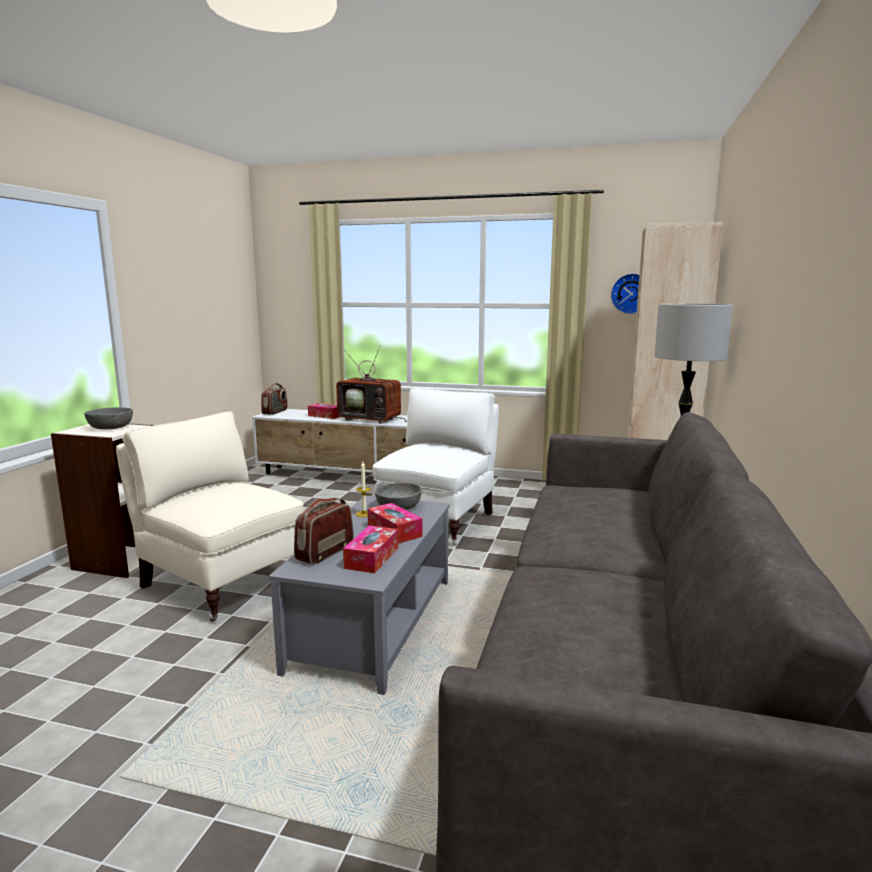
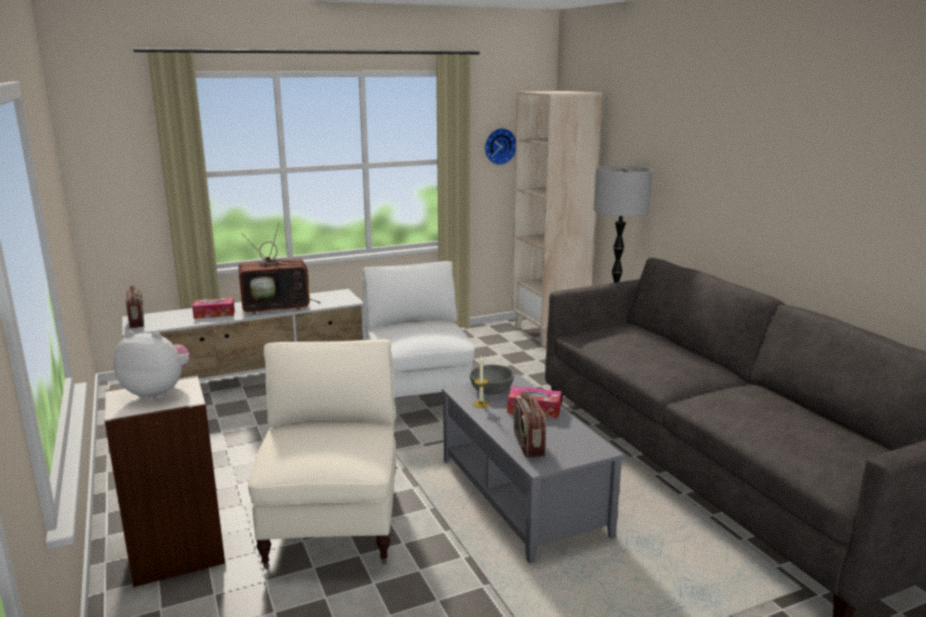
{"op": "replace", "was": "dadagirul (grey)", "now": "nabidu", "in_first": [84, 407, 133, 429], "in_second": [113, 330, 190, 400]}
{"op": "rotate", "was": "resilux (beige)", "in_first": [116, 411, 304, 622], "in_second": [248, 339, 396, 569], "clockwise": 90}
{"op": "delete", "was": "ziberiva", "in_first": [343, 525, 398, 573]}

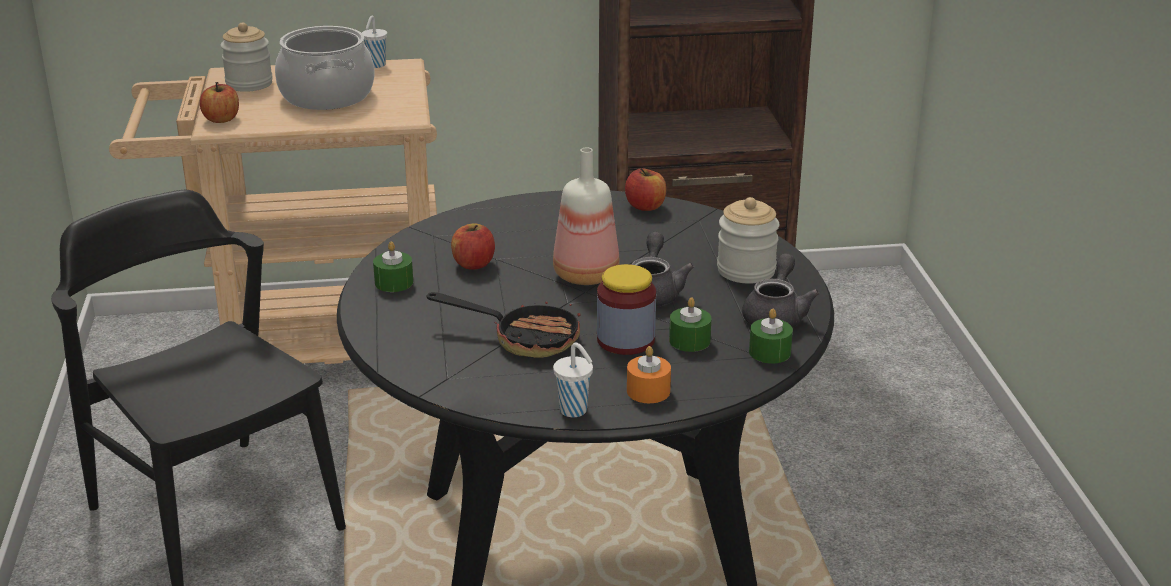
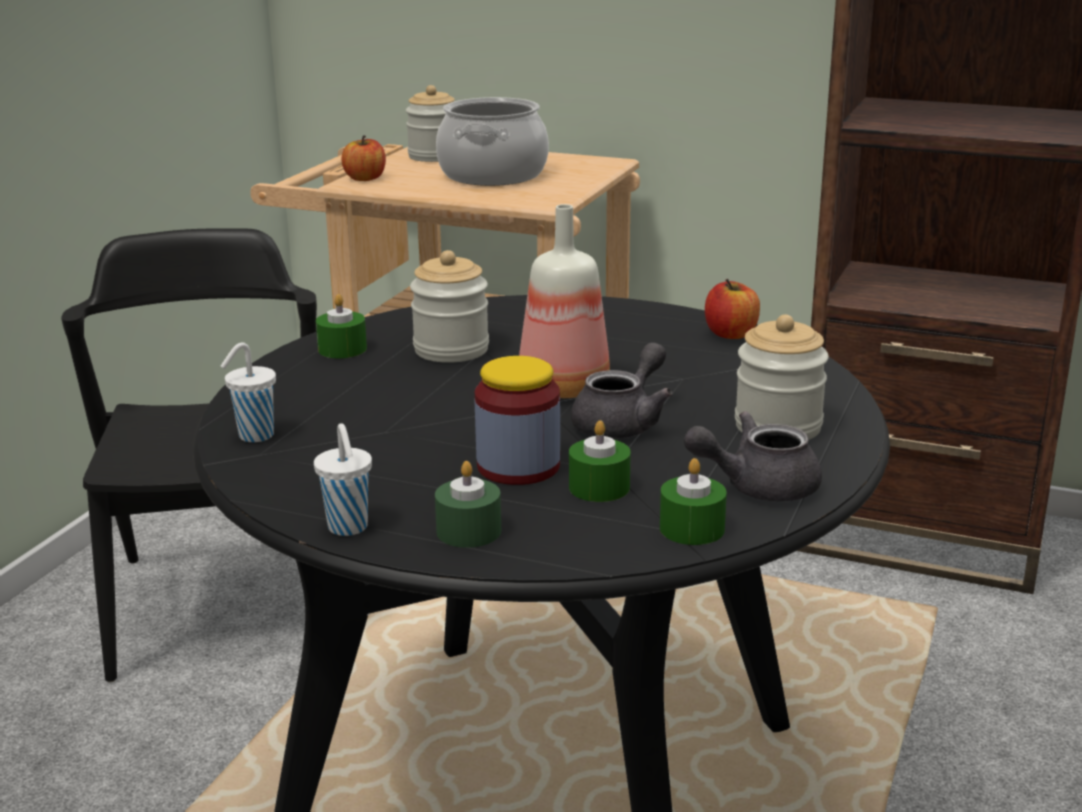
{"op": "move", "was": "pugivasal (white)", "in_first": [362, 16, 387, 68], "in_second": [221, 342, 276, 442]}
{"op": "delete", "was": "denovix", "in_first": [427, 292, 580, 358]}
{"op": "replace", "was": "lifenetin", "now": "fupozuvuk", "in_first": [451, 223, 495, 270], "in_second": [410, 250, 489, 363]}
{"op": "recolor", "was": "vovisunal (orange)", "now": "vovisunal (green)", "in_first": [627, 346, 671, 403], "in_second": [435, 461, 501, 548]}
{"op": "rotate", "was": "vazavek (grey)", "in_first": [742, 253, 820, 327], "in_second": [684, 411, 822, 502], "clockwise": -150}

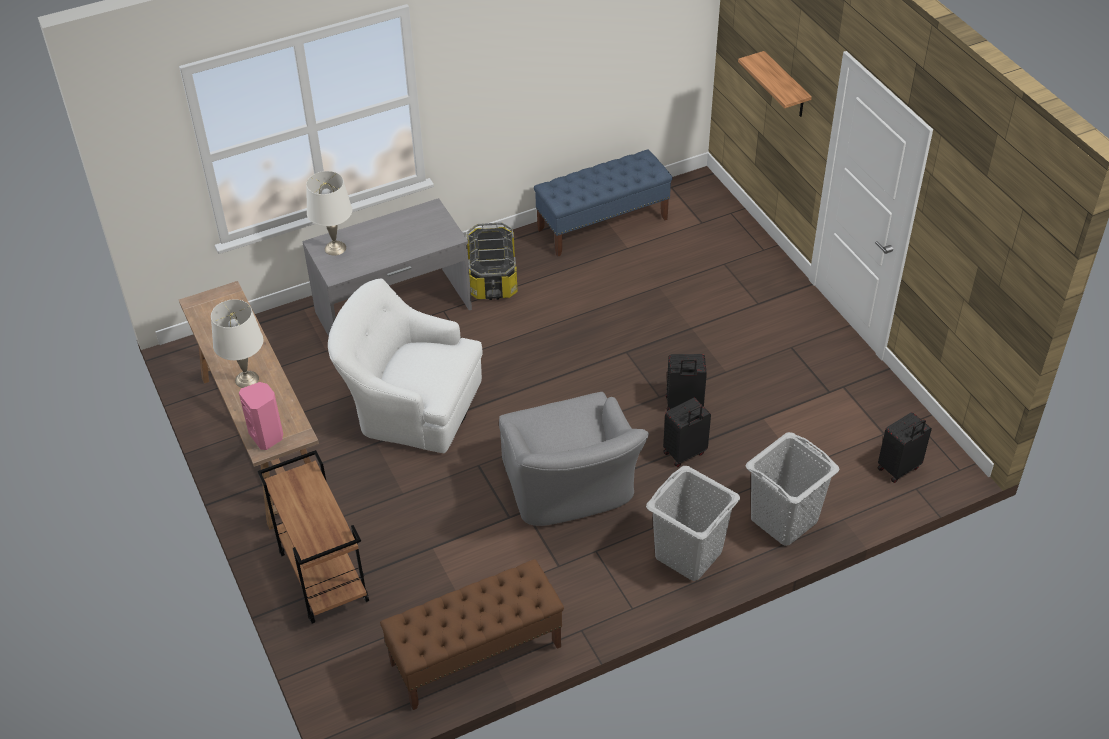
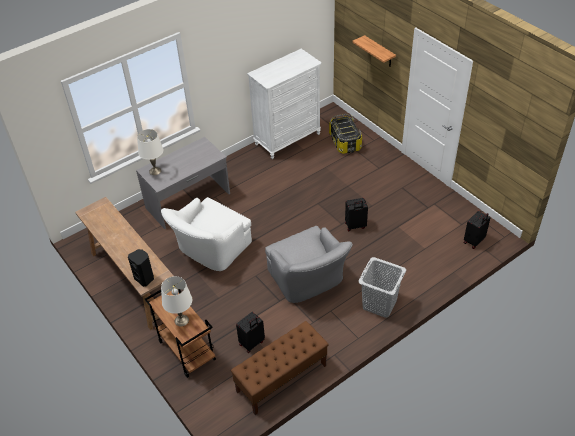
{"op": "move", "was": "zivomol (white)", "in_first": [211, 299, 263, 388], "in_second": [161, 276, 192, 326]}
{"op": "recolor", "was": "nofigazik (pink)", "now": "nofigazik (black)", "in_first": [239, 382, 283, 450], "in_second": [128, 249, 154, 287]}
{"op": "rotate", "was": "resilux (white)", "in_first": [328, 278, 482, 453], "in_second": [161, 197, 252, 271], "clockwise": -60}
{"op": "move", "was": "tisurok", "in_first": [467, 223, 517, 300], "in_second": [329, 114, 362, 154]}
{"op": "replace", "was": "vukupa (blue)", "now": "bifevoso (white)", "in_first": [534, 149, 673, 257], "in_second": [247, 49, 321, 159]}
{"op": "move", "was": "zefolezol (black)", "in_first": [663, 398, 711, 467], "in_second": [236, 312, 265, 353]}
{"op": "delete", "was": "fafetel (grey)", "in_first": [746, 432, 839, 546]}

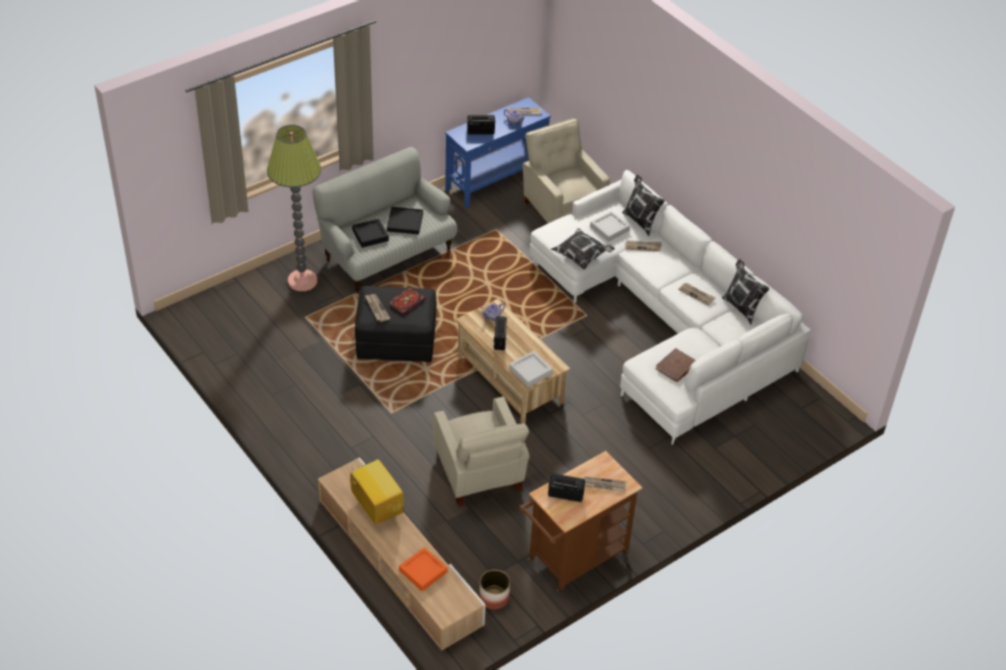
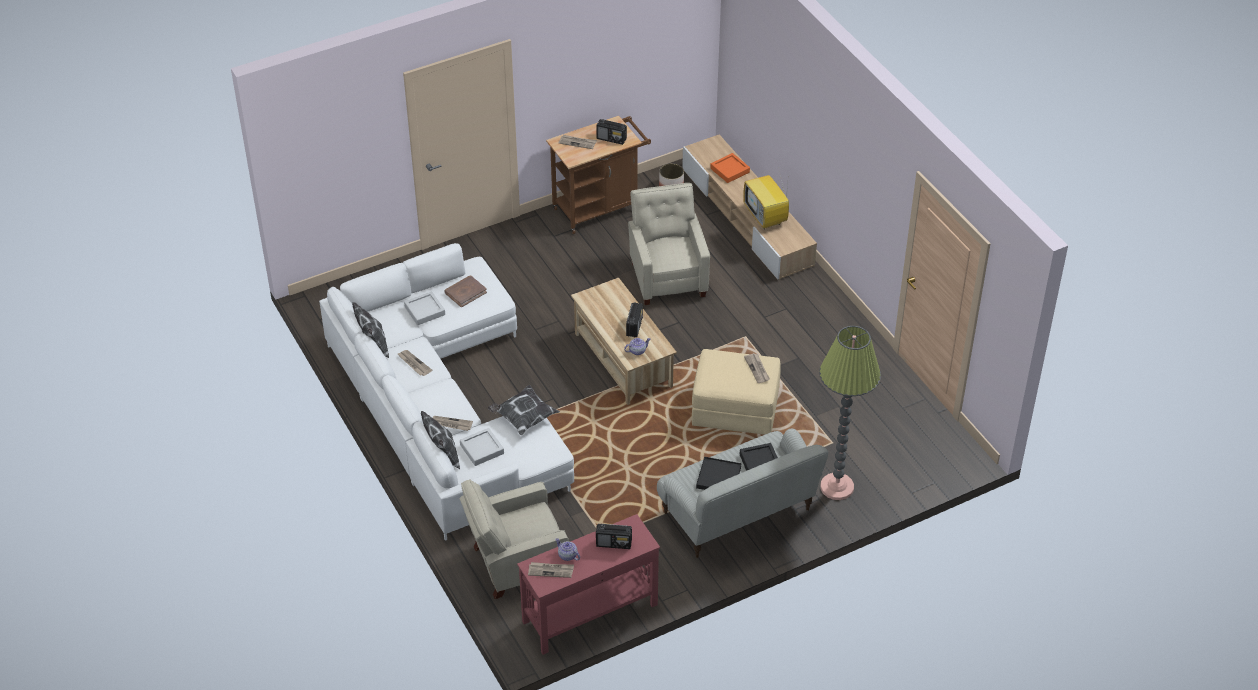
{"op": "recolor", "was": "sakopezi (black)", "now": "sakopezi (beige)", "in_first": [355, 286, 436, 362], "in_second": [692, 349, 781, 435]}
{"op": "delete", "was": "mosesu", "in_first": [389, 287, 426, 315]}
{"op": "recolor", "was": "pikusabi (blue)", "now": "pikusabi (red)", "in_first": [445, 97, 551, 208], "in_second": [517, 514, 660, 655]}
{"op": "move", "was": "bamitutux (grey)", "in_first": [509, 351, 553, 387], "in_second": [404, 291, 445, 325]}
{"op": "rotate", "was": "resilux (beige)", "in_first": [523, 118, 610, 223], "in_second": [460, 479, 569, 599], "clockwise": 90}

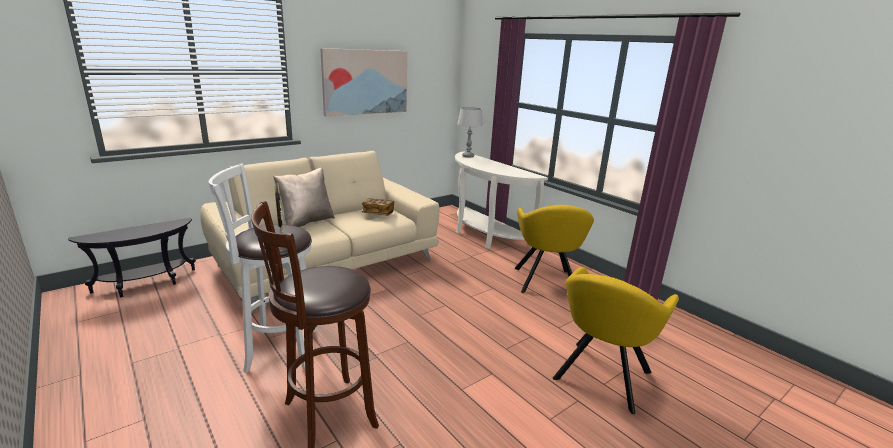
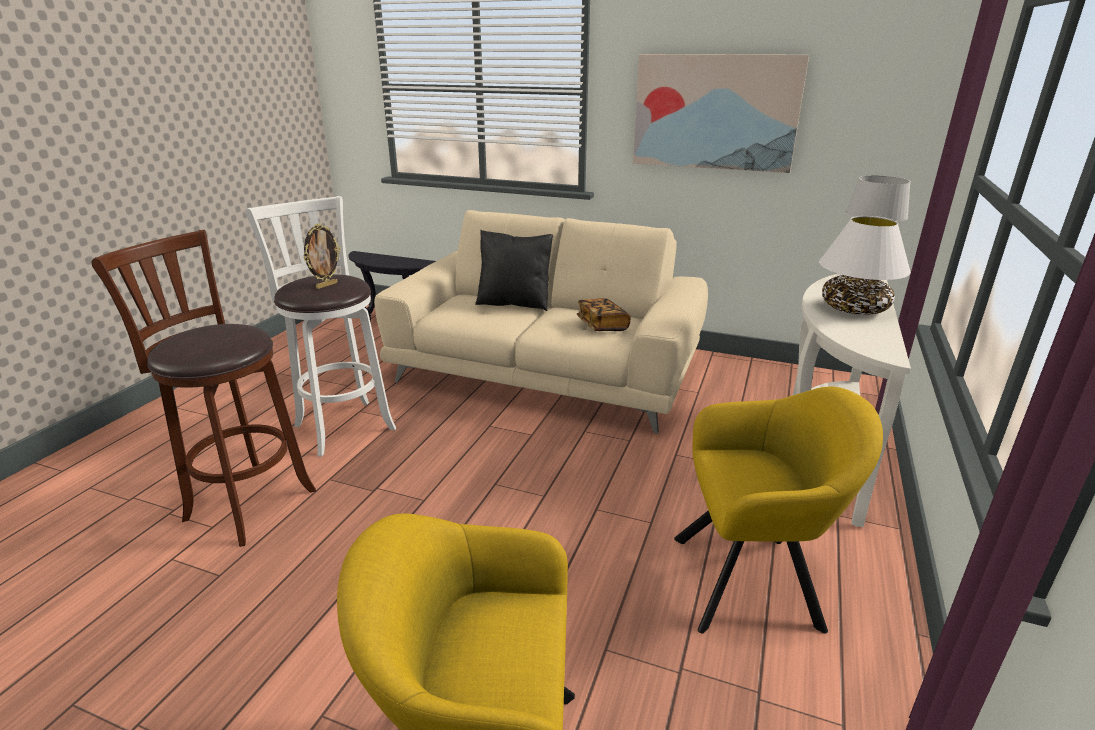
{"op": "recolor", "was": "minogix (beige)", "now": "minogix (black)", "in_first": [273, 168, 335, 227], "in_second": [475, 230, 553, 311]}
{"op": "rotate", "was": "resilux (yellow)", "in_first": [515, 205, 594, 293], "in_second": [674, 387, 883, 633], "clockwise": -150}
{"op": "insert", "now": "zivomol (white)", "in_second": [819, 216, 911, 315]}

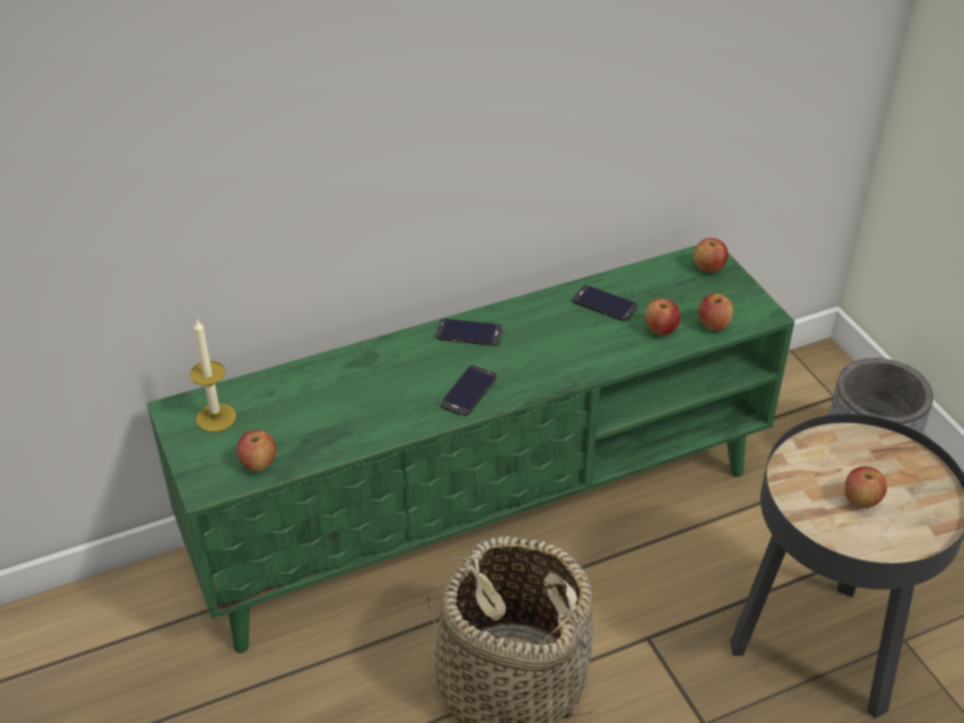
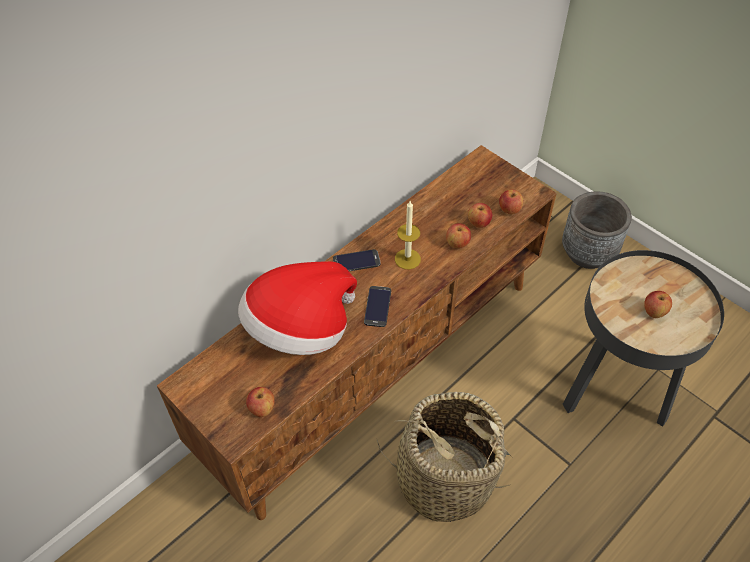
{"op": "recolor", "was": "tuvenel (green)", "now": "tuvenel (brown)", "in_first": [147, 245, 795, 653], "in_second": [157, 145, 557, 520]}
{"op": "move", "was": "vovisunal", "in_first": [190, 319, 236, 432], "in_second": [395, 201, 421, 269]}
{"op": "delete", "was": "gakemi", "in_first": [572, 285, 638, 321]}
{"op": "move", "was": "lifenetin", "in_first": [694, 238, 728, 273], "in_second": [446, 223, 471, 248]}
{"op": "insert", "now": "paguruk", "in_second": [238, 261, 357, 355]}

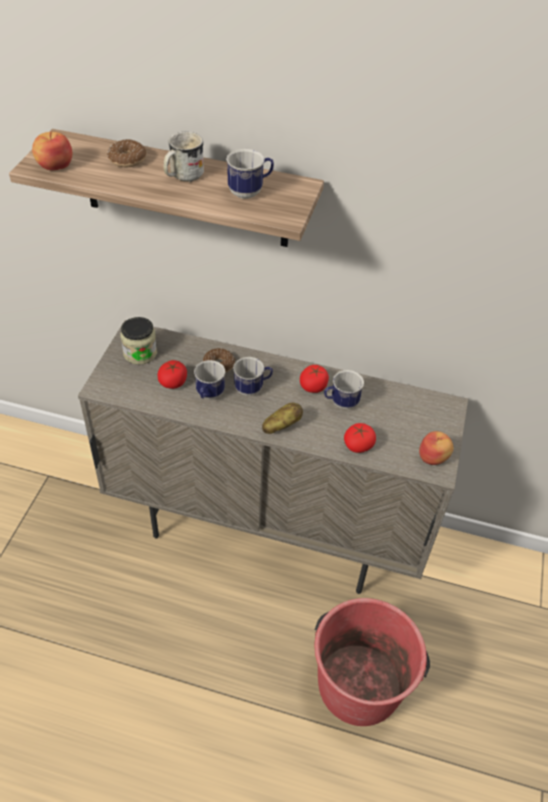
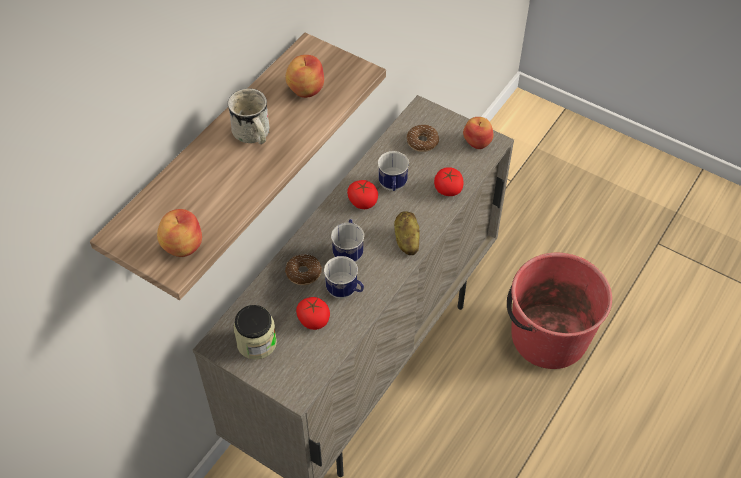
{"op": "move", "was": "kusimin", "in_first": [107, 139, 146, 167], "in_second": [407, 125, 439, 152]}
{"op": "replace", "was": "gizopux", "now": "lifenetin", "in_first": [226, 149, 274, 199], "in_second": [285, 55, 324, 98]}

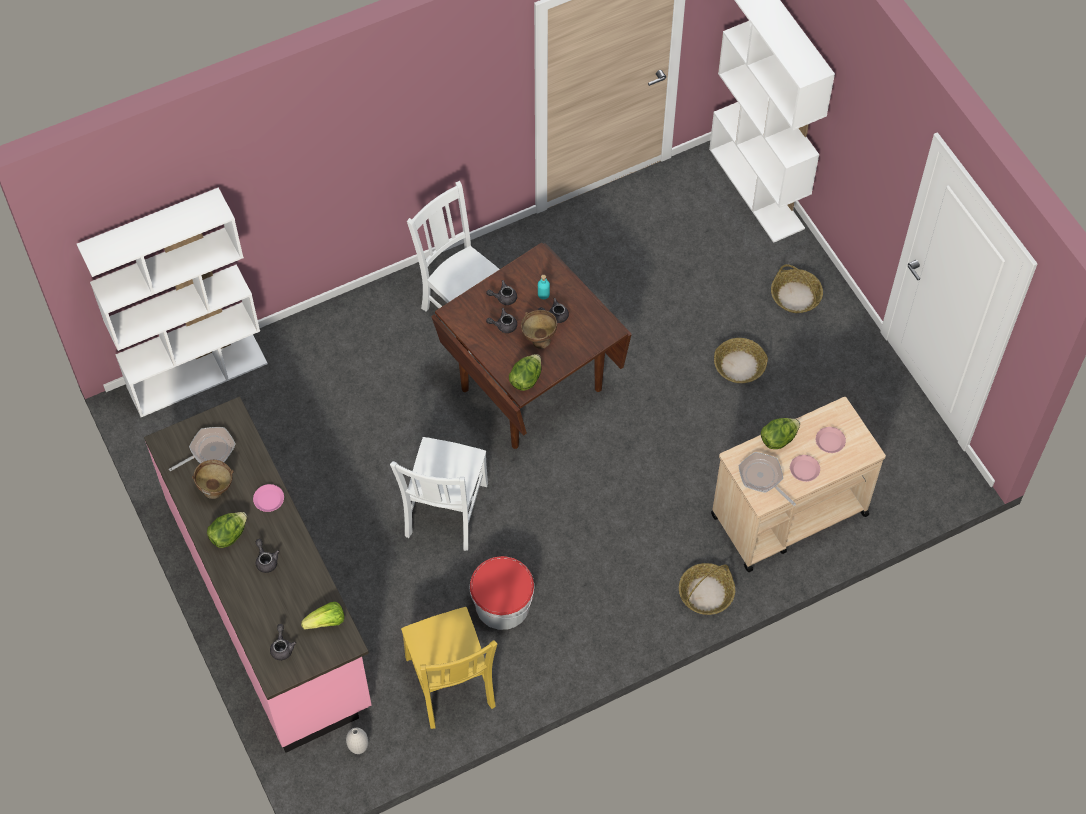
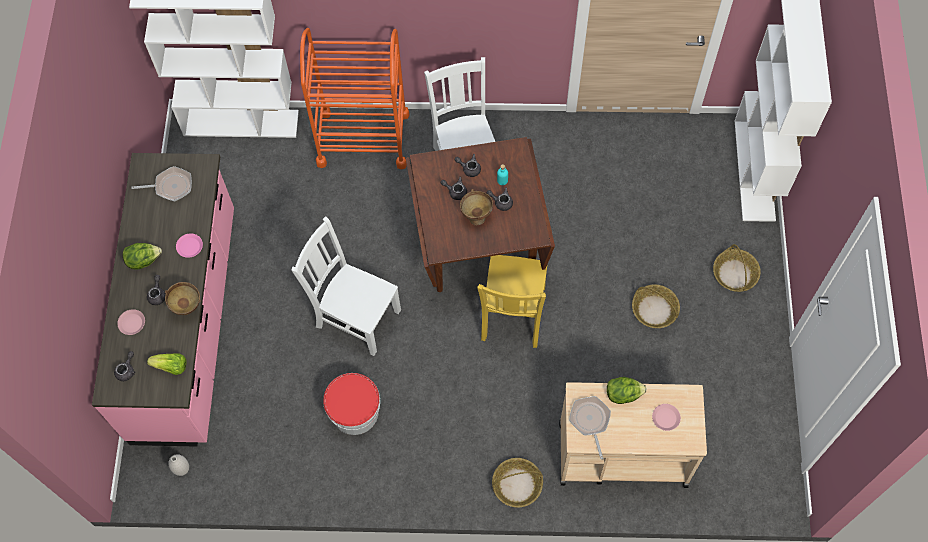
{"op": "move", "was": "dadagirul (brown)", "in_first": [192, 460, 233, 499], "in_second": [165, 282, 201, 315]}
{"op": "rotate", "was": "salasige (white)", "in_first": [390, 437, 488, 551], "in_second": [291, 216, 401, 356], "clockwise": 75}
{"op": "move", "was": "salasige (yellow)", "in_first": [401, 607, 497, 729], "in_second": [477, 255, 547, 348]}
{"op": "delete", "was": "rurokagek", "in_first": [509, 354, 541, 391]}
{"op": "move", "was": "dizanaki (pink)", "in_first": [790, 455, 820, 482], "in_second": [117, 309, 145, 335]}
{"op": "insert", "now": "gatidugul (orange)", "in_second": [300, 28, 409, 169]}

